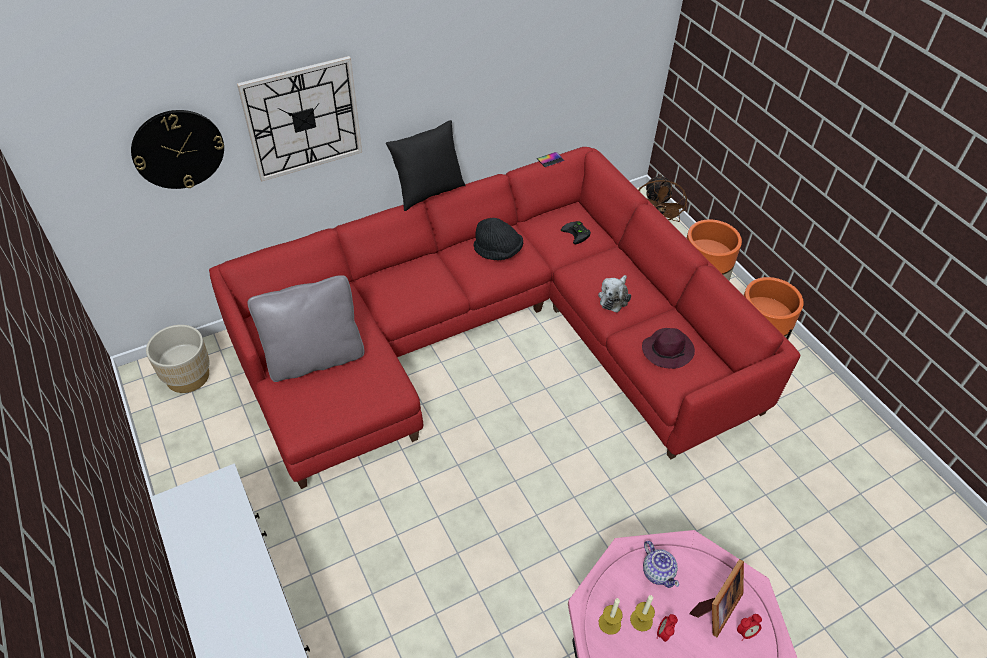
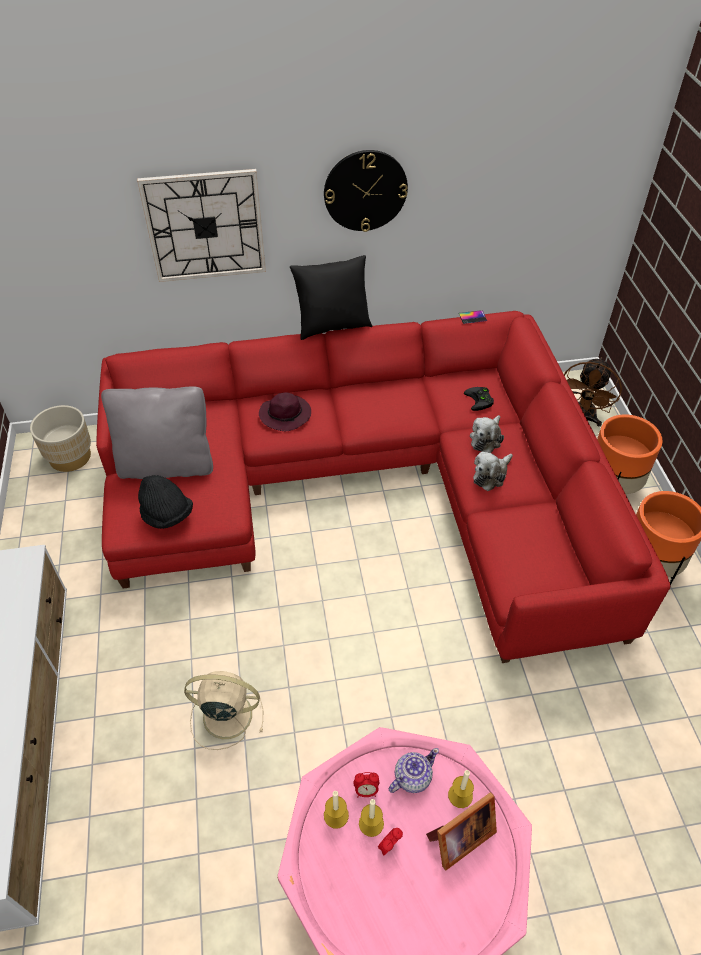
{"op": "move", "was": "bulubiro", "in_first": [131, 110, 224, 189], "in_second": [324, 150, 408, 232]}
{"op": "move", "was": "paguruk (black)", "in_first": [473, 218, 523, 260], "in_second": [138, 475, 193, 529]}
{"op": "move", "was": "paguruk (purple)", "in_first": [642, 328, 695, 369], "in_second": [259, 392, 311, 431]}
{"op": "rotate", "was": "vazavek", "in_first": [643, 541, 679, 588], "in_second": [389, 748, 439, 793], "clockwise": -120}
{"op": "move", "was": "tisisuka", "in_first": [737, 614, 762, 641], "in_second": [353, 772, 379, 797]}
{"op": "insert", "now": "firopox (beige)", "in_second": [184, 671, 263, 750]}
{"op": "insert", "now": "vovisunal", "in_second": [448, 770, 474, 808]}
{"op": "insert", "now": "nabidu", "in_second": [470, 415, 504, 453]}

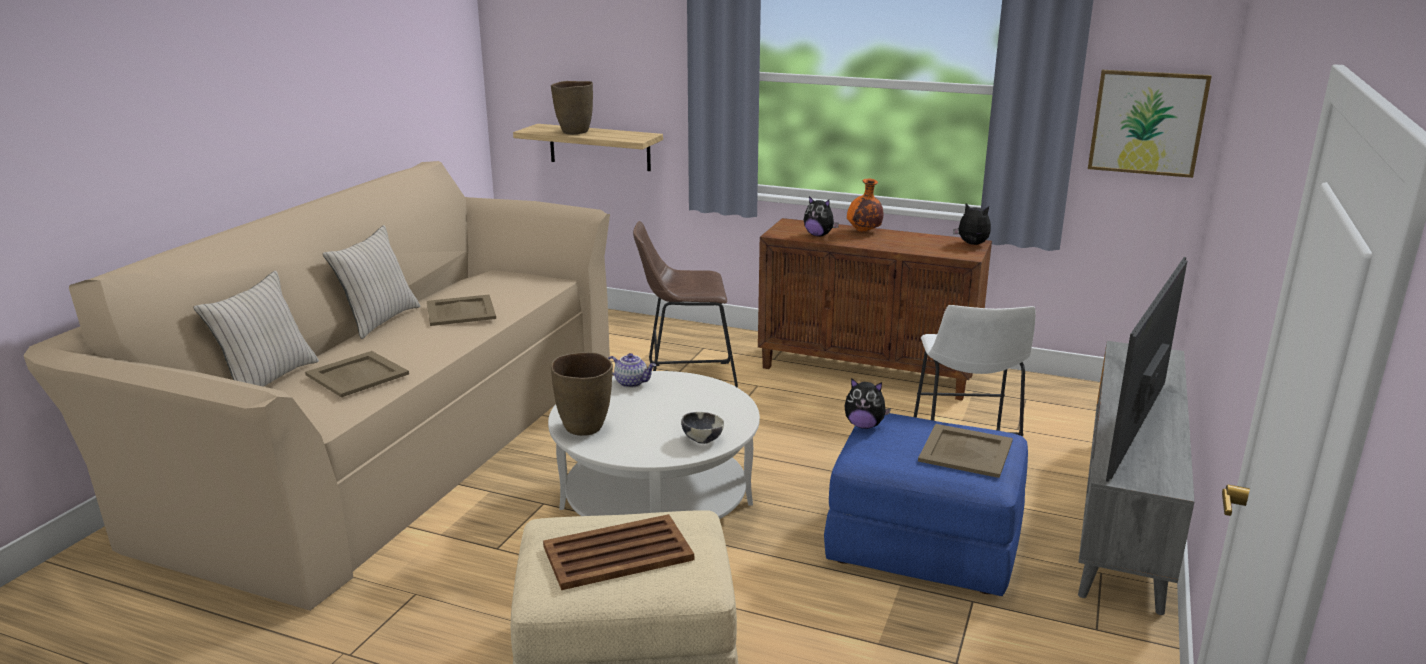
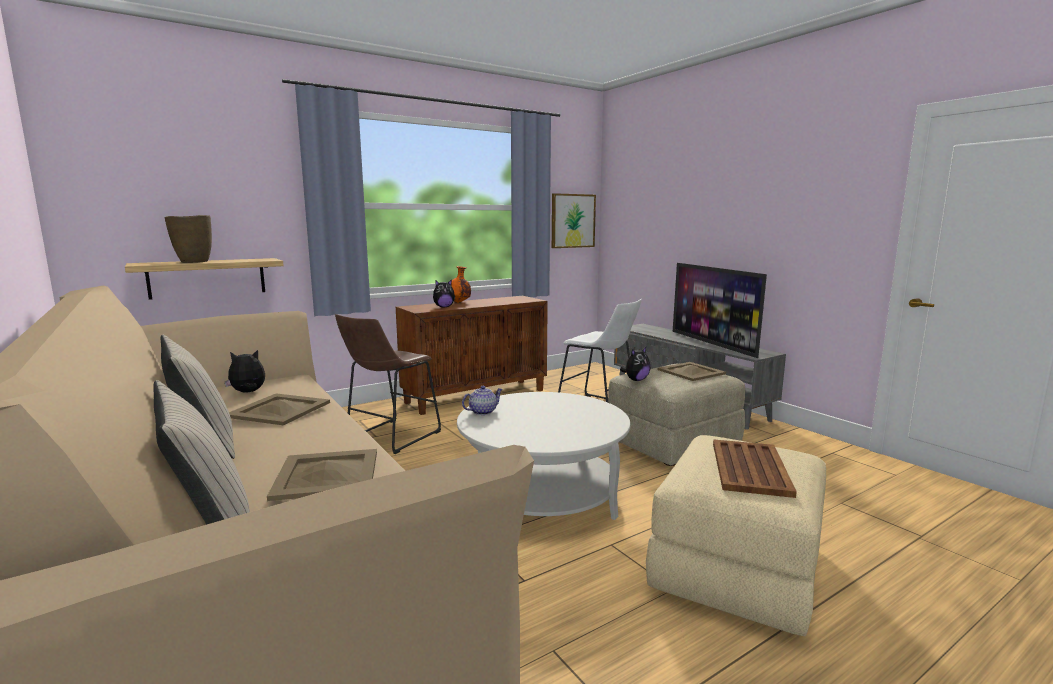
{"op": "delete", "was": "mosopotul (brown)", "in_first": [551, 352, 613, 436]}
{"op": "delete", "was": "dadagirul", "in_first": [681, 412, 724, 444]}
{"op": "recolor", "was": "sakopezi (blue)", "now": "sakopezi (beige)", "in_first": [824, 413, 1028, 596], "in_second": [608, 363, 745, 466]}
{"op": "move", "was": "nabidu", "in_first": [953, 204, 991, 245], "in_second": [225, 350, 265, 393]}

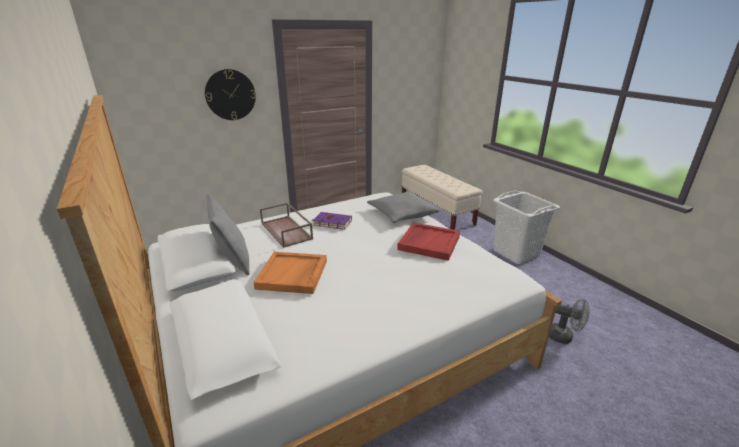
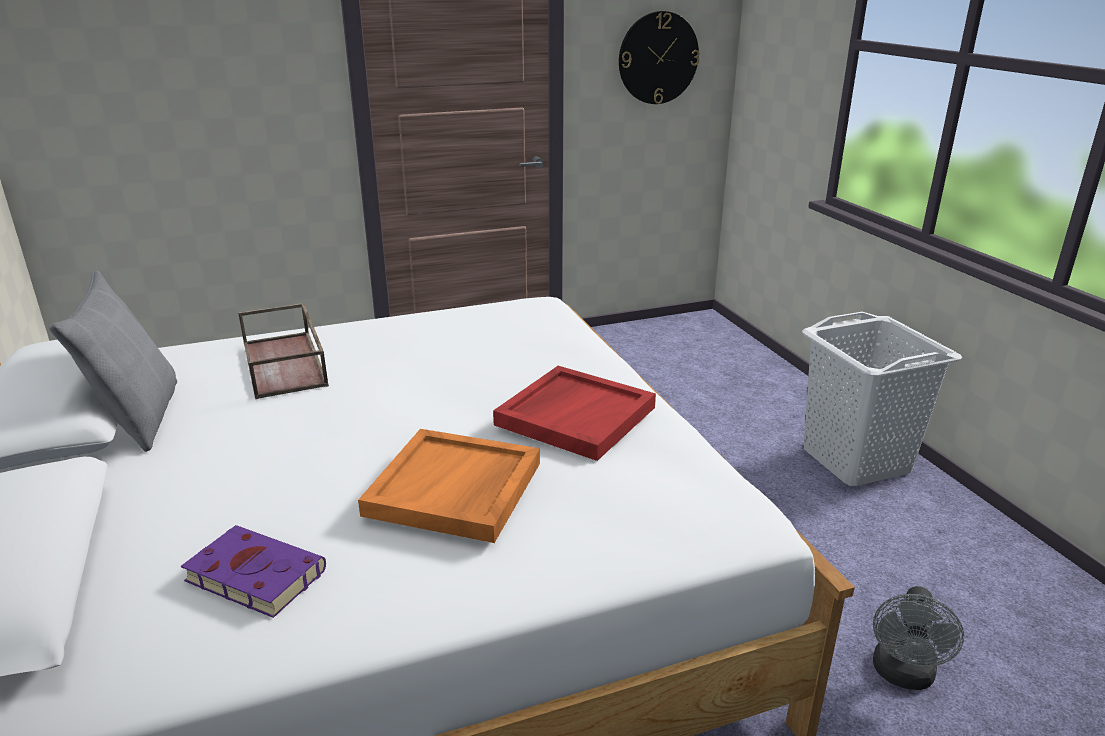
{"op": "move", "was": "bulubiro", "in_first": [205, 69, 256, 120], "in_second": [619, 11, 700, 104]}
{"op": "move", "was": "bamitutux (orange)", "in_first": [253, 252, 327, 294], "in_second": [358, 429, 540, 543]}
{"op": "move", "was": "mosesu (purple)", "in_first": [313, 212, 352, 230], "in_second": [181, 525, 326, 618]}
{"op": "delete", "was": "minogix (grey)", "in_first": [367, 192, 439, 223]}
{"op": "delete", "was": "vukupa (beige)", "in_first": [401, 165, 482, 230]}
{"op": "rotate", "was": "firopox (grey)", "in_first": [549, 299, 590, 344], "in_second": [873, 586, 964, 690], "clockwise": 75}

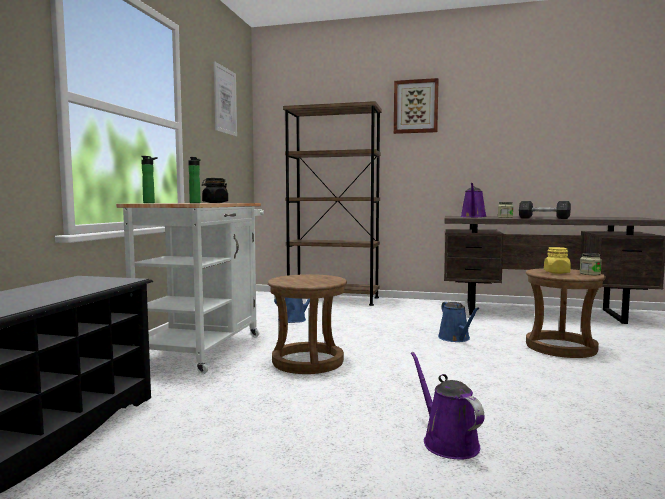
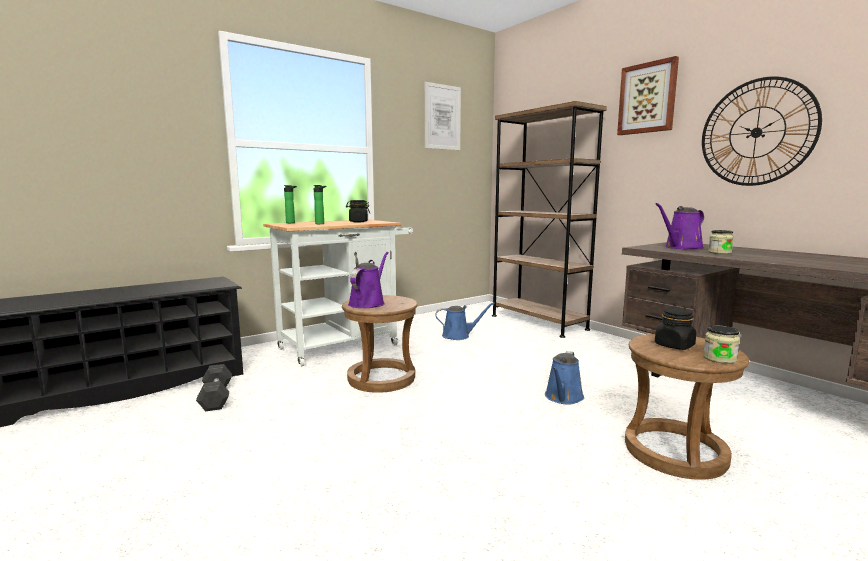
{"op": "move", "was": "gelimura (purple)", "in_first": [411, 352, 485, 459], "in_second": [348, 252, 389, 308]}
{"op": "move", "was": "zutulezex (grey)", "in_first": [519, 201, 571, 219], "in_second": [196, 364, 232, 411]}
{"op": "recolor", "was": "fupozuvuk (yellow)", "now": "fupozuvuk (black)", "in_first": [544, 247, 571, 274], "in_second": [655, 308, 696, 350]}
{"op": "insert", "now": "bulubiro", "in_second": [702, 76, 822, 186]}

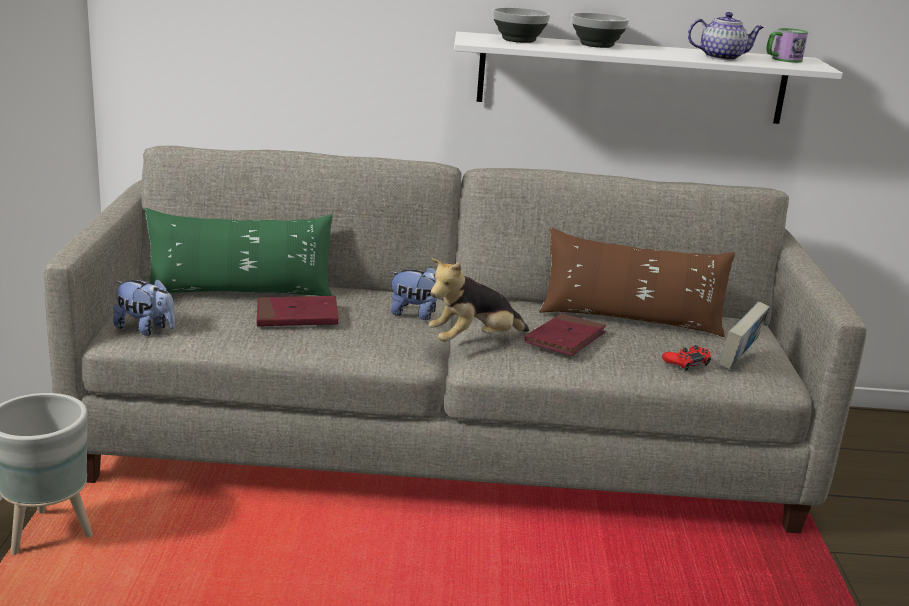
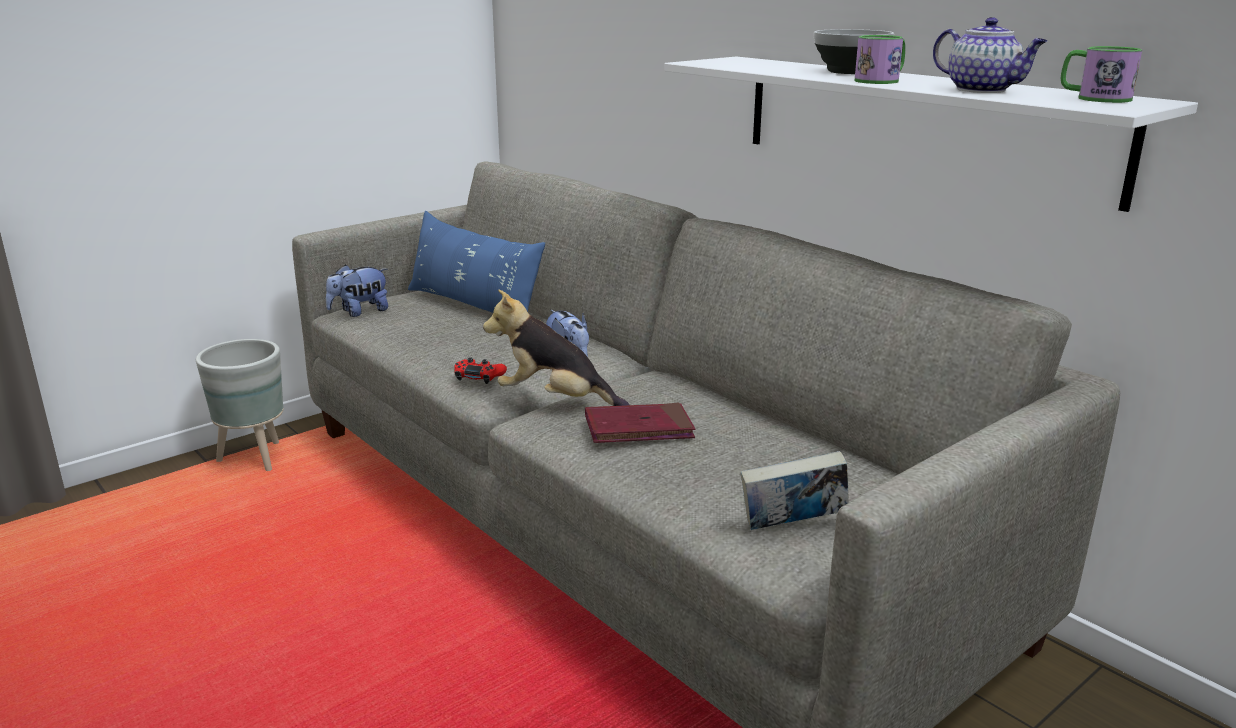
{"op": "rotate", "was": "nabidu", "in_first": [113, 278, 175, 336], "in_second": [326, 265, 388, 317], "clockwise": 75}
{"op": "recolor", "was": "minogix (green)", "now": "minogix (blue)", "in_first": [145, 208, 332, 296], "in_second": [408, 211, 545, 313]}
{"op": "delete", "was": "mosesu (red)", "in_first": [257, 296, 338, 327]}
{"op": "delete", "was": "dadagirul", "in_first": [493, 7, 550, 43]}
{"op": "delete", "was": "minogix (brown)", "in_first": [539, 227, 735, 337]}
{"op": "move", "was": "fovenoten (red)", "in_first": [662, 345, 711, 371], "in_second": [454, 357, 507, 384]}
{"op": "insert", "now": "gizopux", "in_second": [854, 35, 905, 84]}

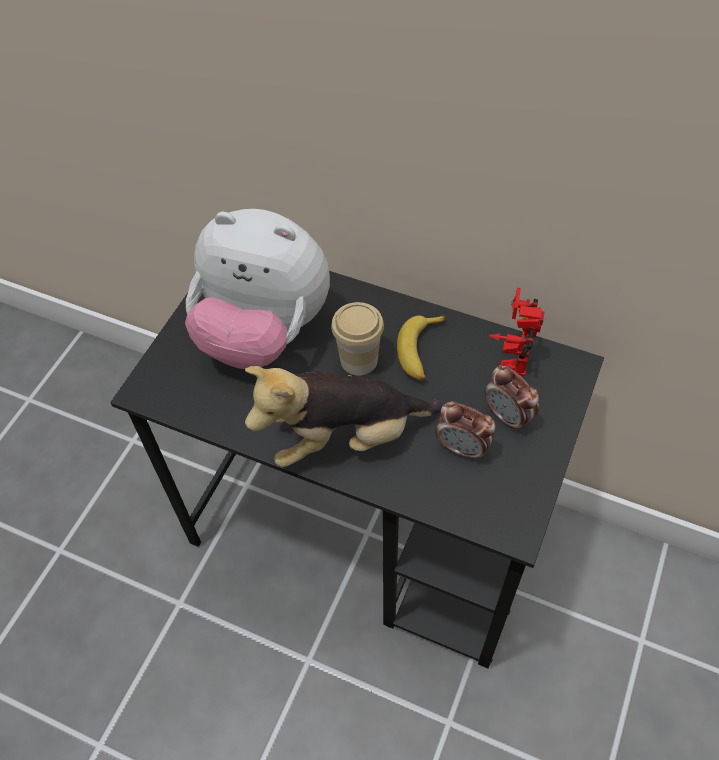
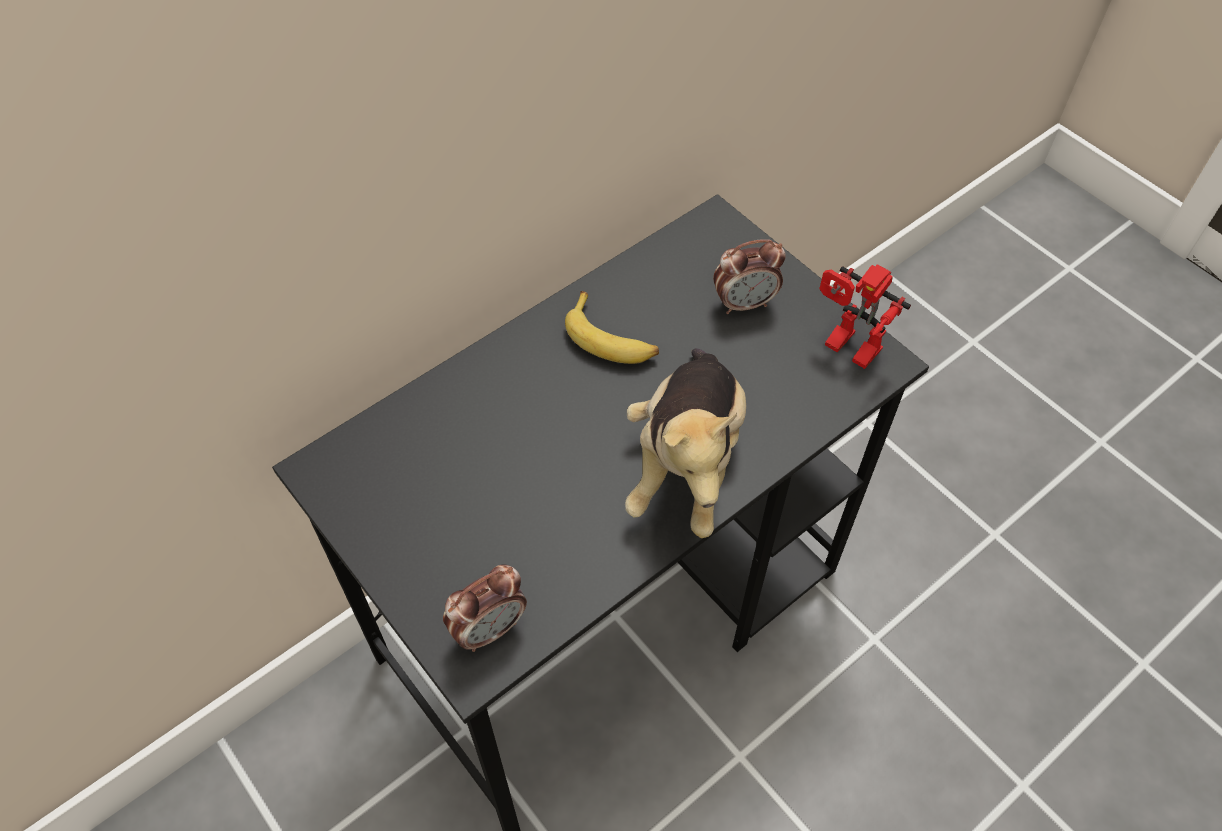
{"op": "delete", "was": "nabidu", "in_first": [185, 209, 330, 369]}
{"op": "delete", "was": "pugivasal", "in_first": [331, 302, 384, 376]}
{"op": "move", "was": "tisisuka", "in_first": [435, 401, 496, 461], "in_second": [443, 564, 527, 652]}
{"op": "move", "was": "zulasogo", "in_first": [489, 288, 545, 376], "in_second": [819, 265, 911, 369]}

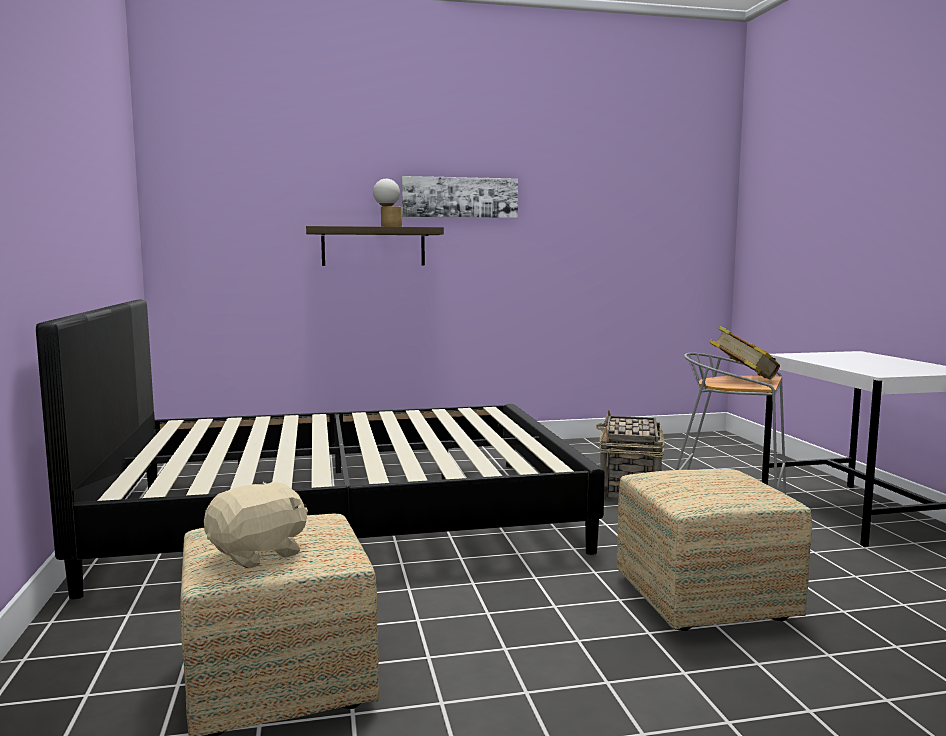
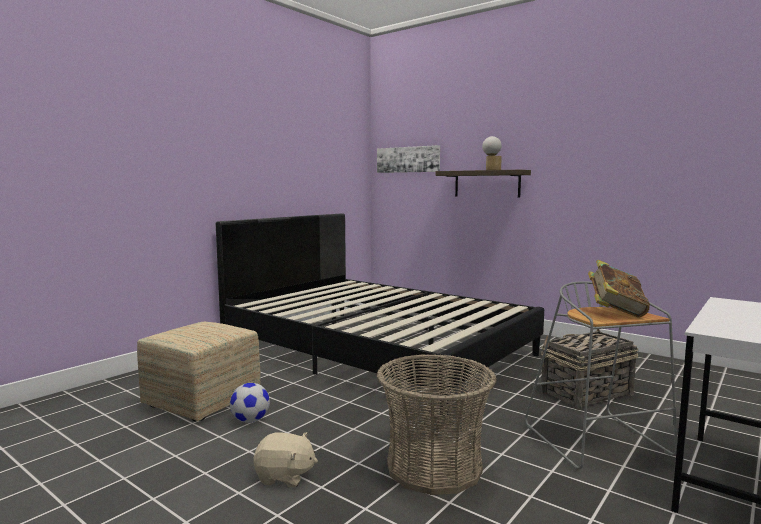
{"op": "move", "was": "nabidu (beige)", "in_first": [204, 482, 308, 569], "in_second": [253, 432, 318, 487]}
{"op": "move", "was": "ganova", "in_first": [402, 176, 518, 218], "in_second": [377, 145, 440, 173]}
{"op": "replace", "was": "sakopezi", "now": "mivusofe", "in_first": [617, 469, 812, 631], "in_second": [377, 354, 497, 495]}
{"op": "insert", "now": "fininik", "in_second": [230, 383, 270, 423]}

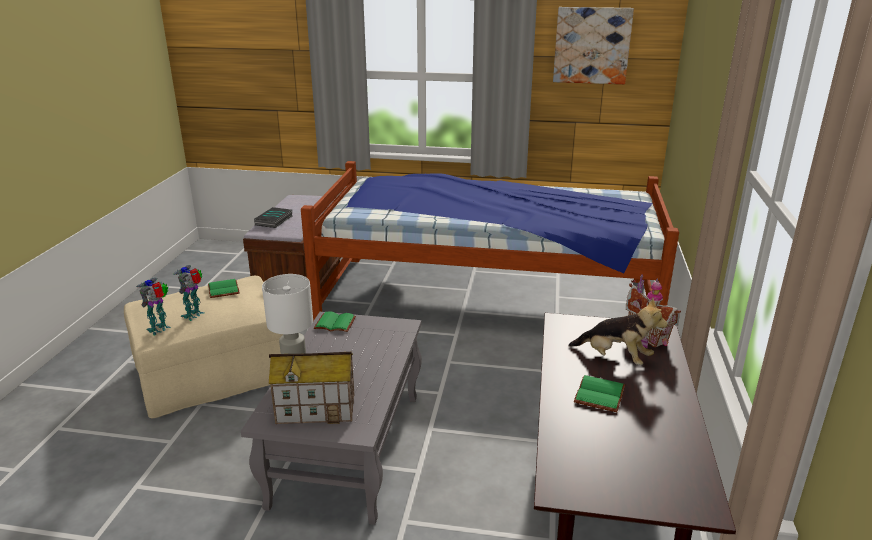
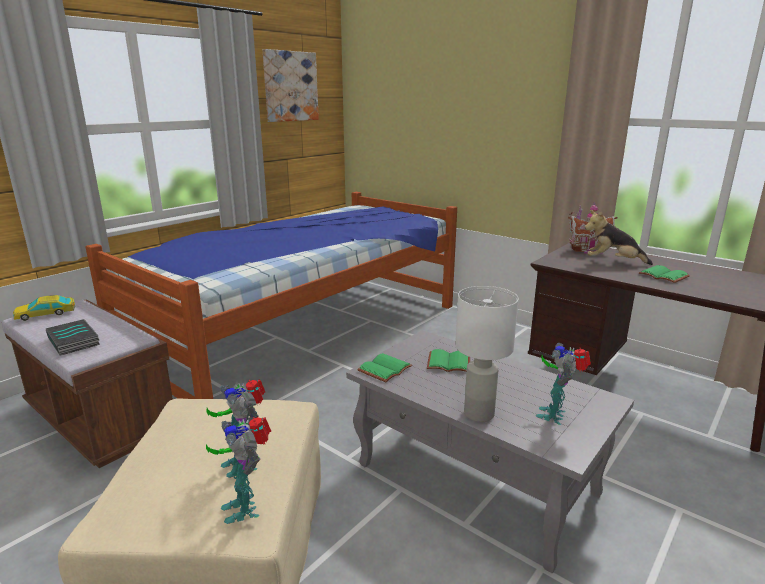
{"op": "move", "was": "mosesu (green)", "in_first": [208, 279, 240, 298], "in_second": [427, 349, 470, 372]}
{"op": "replace", "was": "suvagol", "now": "zulasogo", "in_first": [269, 352, 354, 424], "in_second": [536, 343, 591, 425]}
{"op": "rotate", "was": "nabidu", "in_first": [568, 298, 668, 365], "in_second": [584, 210, 653, 265], "clockwise": -135}
{"op": "insert", "now": "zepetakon", "in_second": [13, 295, 76, 321]}

